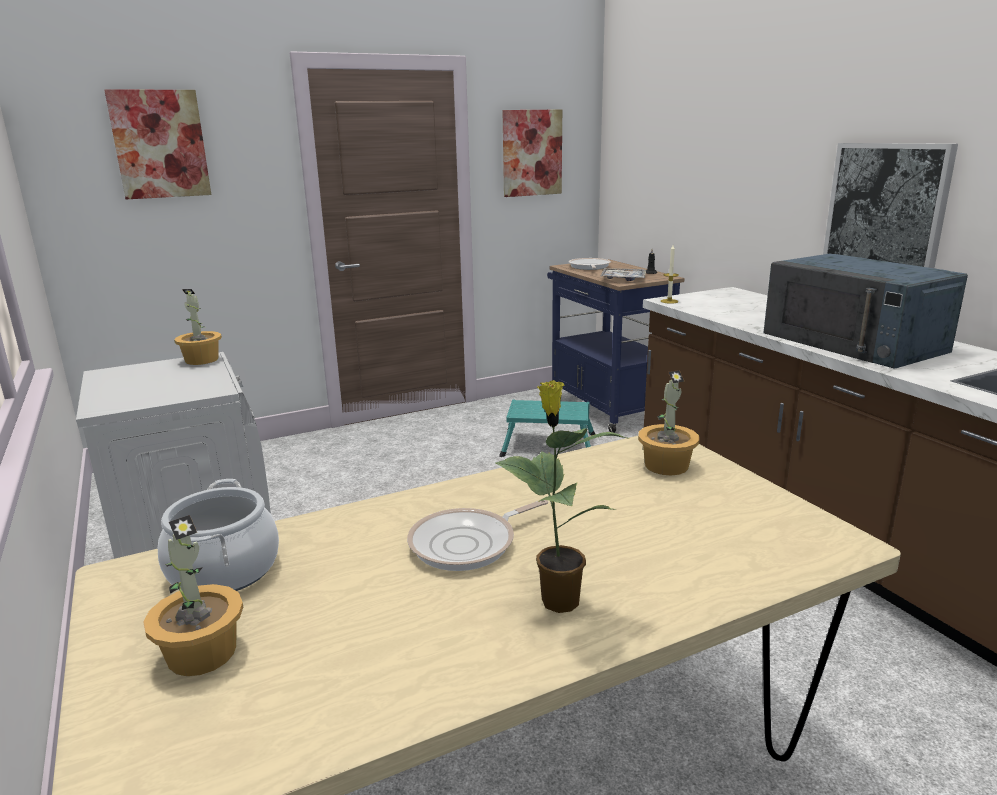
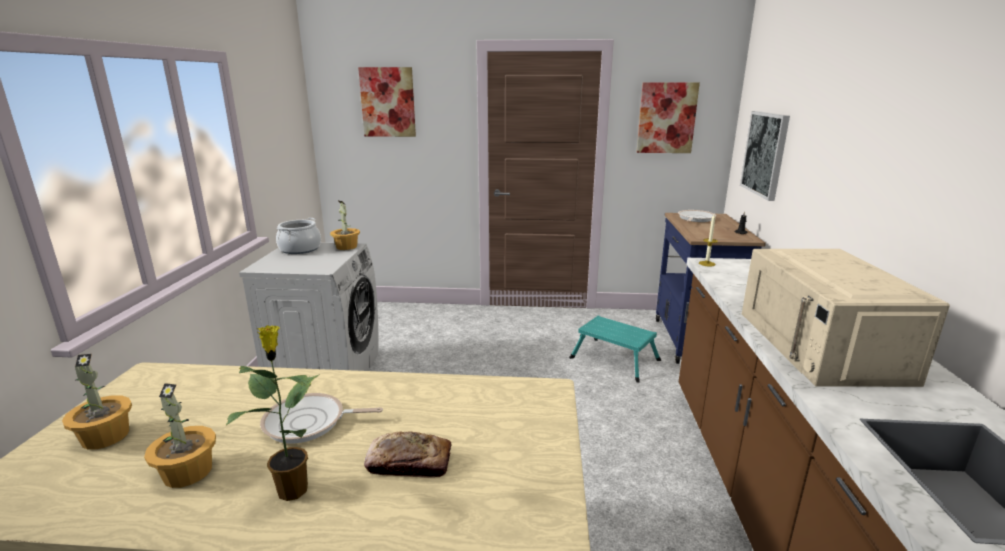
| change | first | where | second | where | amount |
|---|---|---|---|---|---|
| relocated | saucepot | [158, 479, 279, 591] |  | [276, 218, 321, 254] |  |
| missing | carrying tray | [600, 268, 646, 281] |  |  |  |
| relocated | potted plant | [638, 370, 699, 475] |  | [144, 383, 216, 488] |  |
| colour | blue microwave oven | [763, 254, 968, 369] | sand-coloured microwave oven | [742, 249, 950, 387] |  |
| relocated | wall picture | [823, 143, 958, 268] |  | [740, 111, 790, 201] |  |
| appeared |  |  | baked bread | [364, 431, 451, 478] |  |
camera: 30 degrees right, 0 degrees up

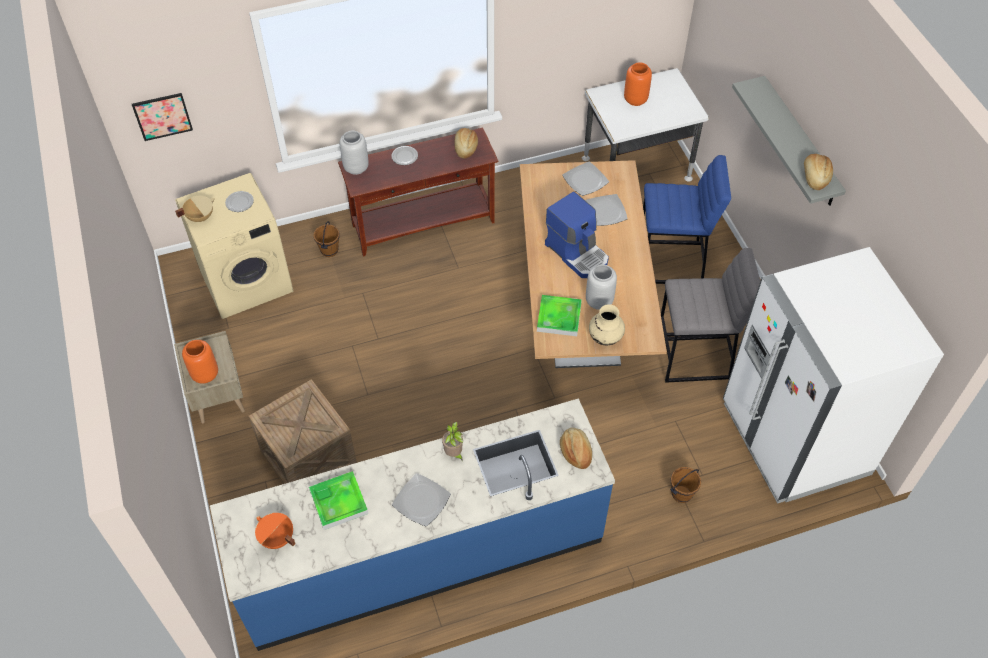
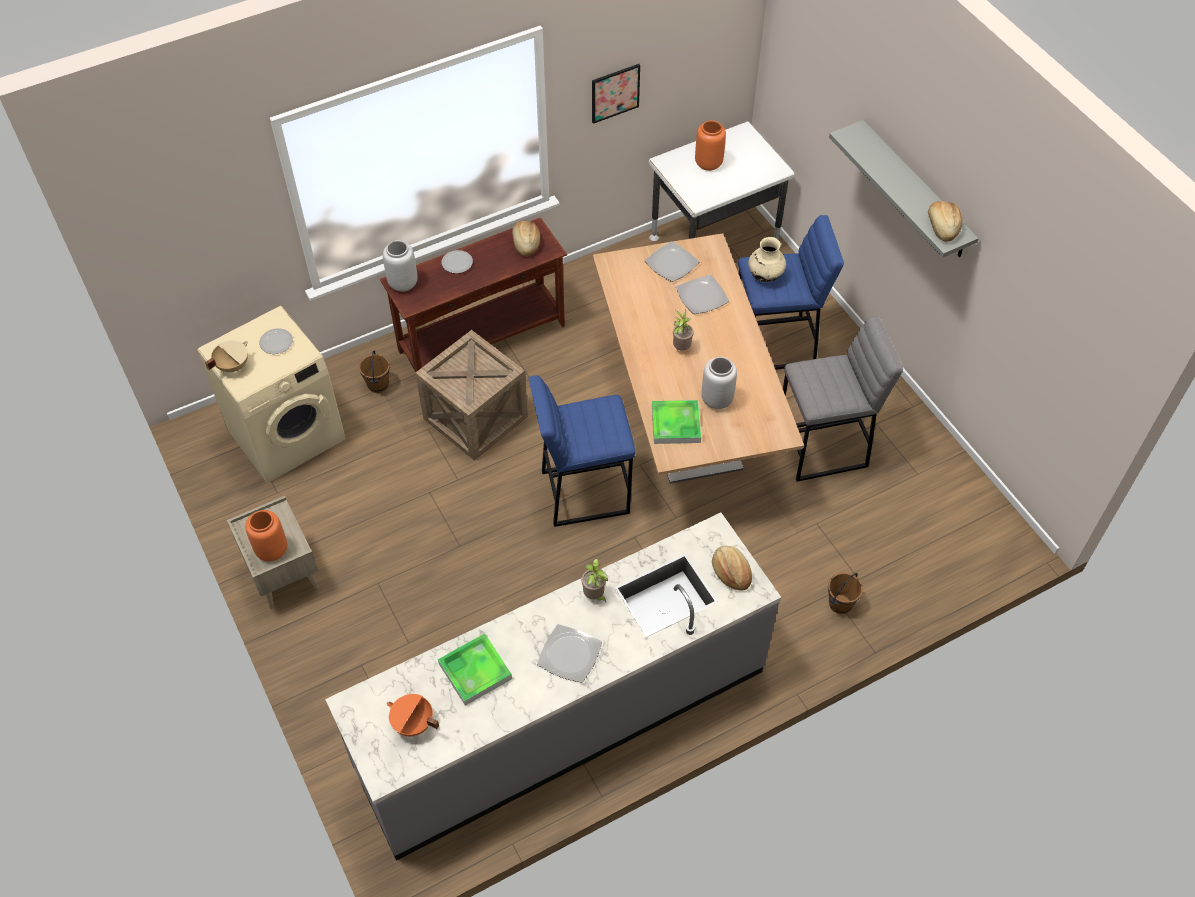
| change | first | where | second | where | amount |
|---|---|---|---|---|---|
| relocated | wall picture | [132, 93, 193, 141] |  | [592, 64, 640, 124] |  |
| colour | blue kitchen base unit | [210, 398, 615, 651] | greyish kitchen base unit | [325, 512, 781, 861] |  |
| relocated | shipping crate | [249, 379, 357, 484] |  | [415, 330, 528, 461] |  |
| exchanged | coffee brewer | [545, 192, 609, 278] | potted plant | [673, 310, 694, 351] |  |
| relocated | sand-coloured flower vase | [589, 304, 625, 346] |  | [748, 237, 786, 282] |  |
| missing | whitish refrigerator | [723, 247, 944, 504] |  |  |  |
| appeared |  |  | blue stool | [528, 375, 635, 527] |  |
camera: 10 degrees left, 0 degrees up

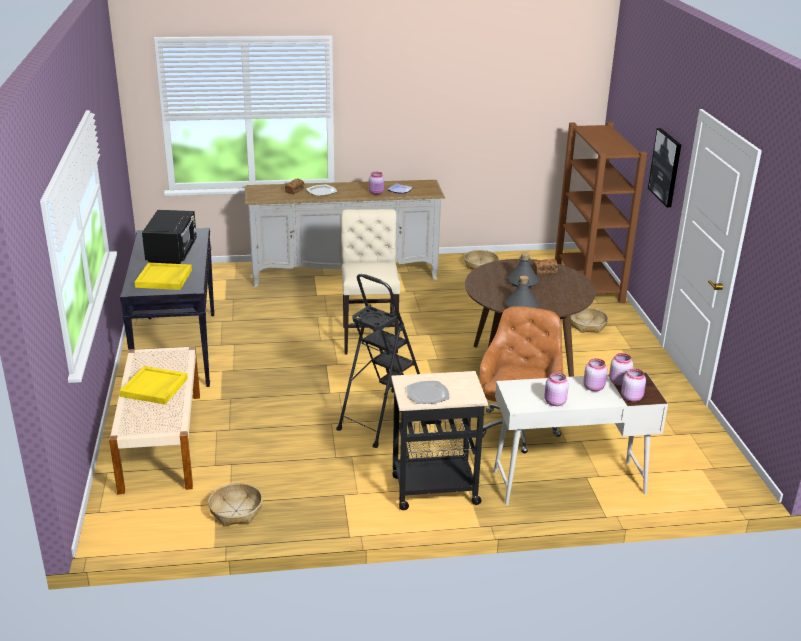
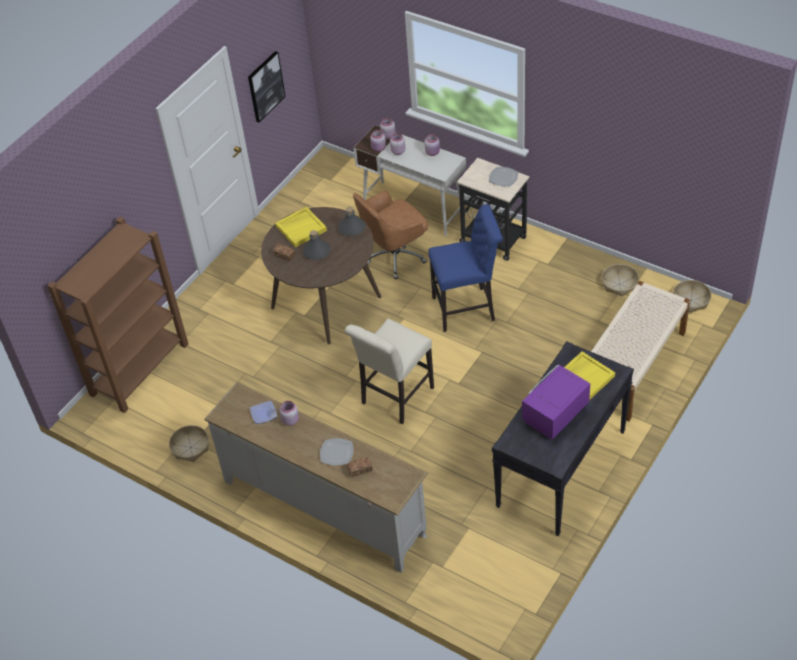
| change | first | where | second | where | amount |
|---|---|---|---|---|---|
| relocated | yellow-coloured carrying tray | [119, 366, 188, 405] |  | [275, 207, 327, 247] |  |
| colour | black microwave oven | [142, 210, 197, 264] | purple-coloured microwave oven | [522, 365, 590, 439] |  |
| exchanged | step ladder | [336, 274, 420, 448] | blue stool | [428, 204, 503, 332] |  |
| relocated | storage basket | [570, 307, 608, 333] |  | [673, 280, 711, 313] |  |
| relocated | wall picture | [648, 128, 681, 207] |  | [248, 51, 286, 122] |  |
camera: 135 degrees left, 20 degrees up

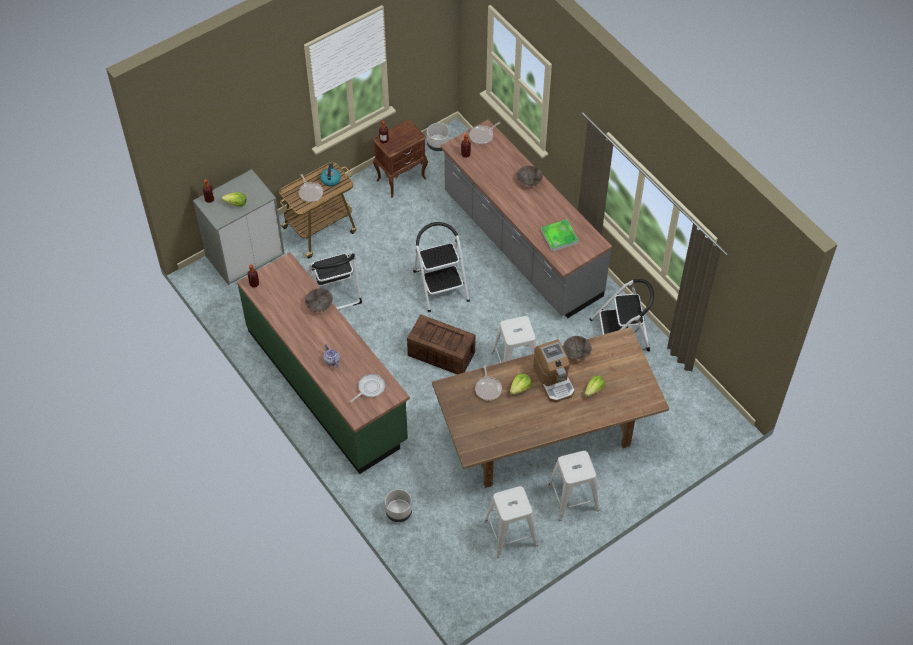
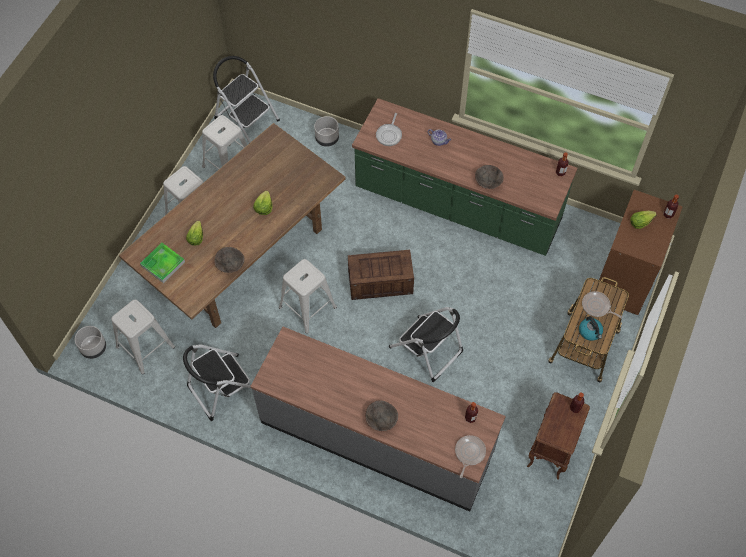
| change | first | where | second | where | amount |
|---|---|---|---|---|---|
| colour | greyish storage cabinet | [193, 169, 285, 285] | brownish storage cabinet | [596, 190, 683, 315] |  |
| relocated | step ladder | [307, 251, 362, 310] |  | [213, 56, 280, 143] |  |
| relocated | greyish flower pot | [427, 123, 450, 151] |  | [75, 326, 106, 359] |  |
| missing | frying pan | [475, 365, 502, 401] |  |  |  |
| missing | coffee brewer | [533, 339, 575, 403] |  |  |  |
| relocated | carrying tray | [541, 219, 578, 252] |  | [140, 243, 185, 283] |  |
| appeared |  |  | whitish stool | [111, 300, 175, 374] |  |
camera: 150 degrees right, 5 degrees up

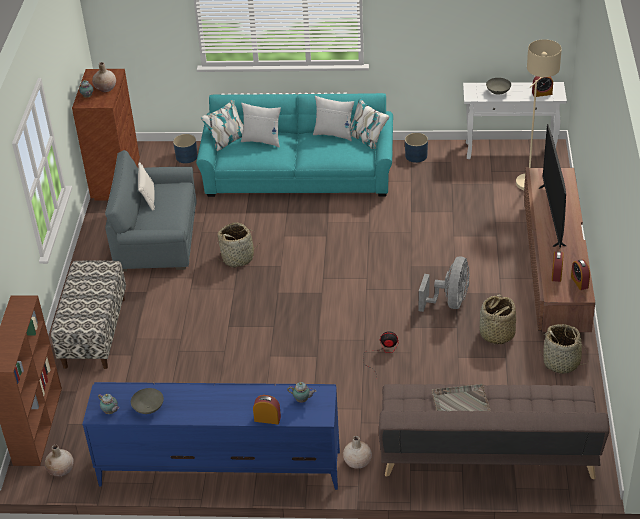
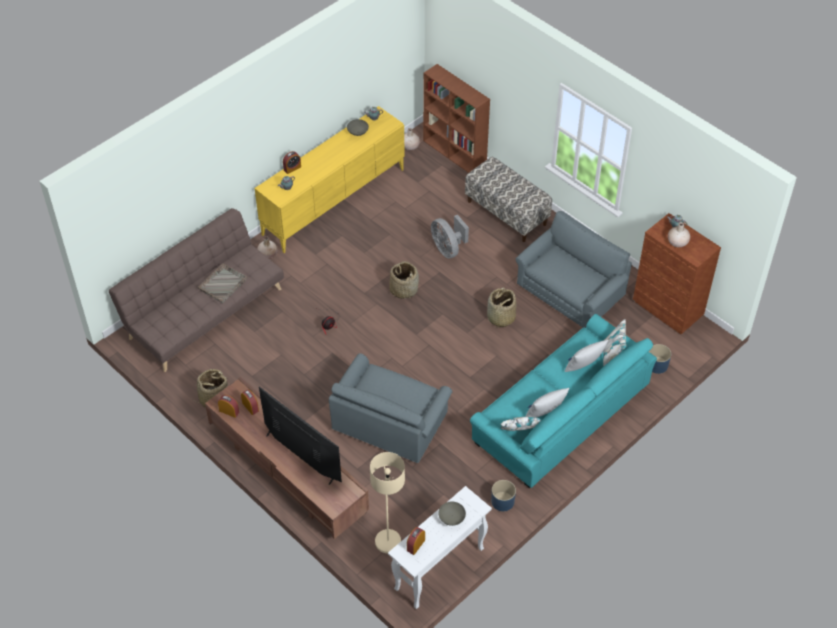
| change | first | where | second | where | amount |
|---|---|---|---|---|---|
| colour | blue storage cabinet | [82, 382, 340, 490] | yellow-coloured storage cabinet | [254, 106, 405, 253] |  |
| missing | whitish throw pillow | [138, 162, 155, 211] |  |  |  |
| relocated | greyish fan | [419, 256, 469, 312] |  | [431, 215, 469, 259] |  |
| relocated | storage basket | [480, 294, 516, 345] |  | [389, 261, 419, 299] |  |
| appeared |  |  | greyish lounge chair | [329, 353, 452, 463] |  |
camera: 130 degrees right, 10 degrees up

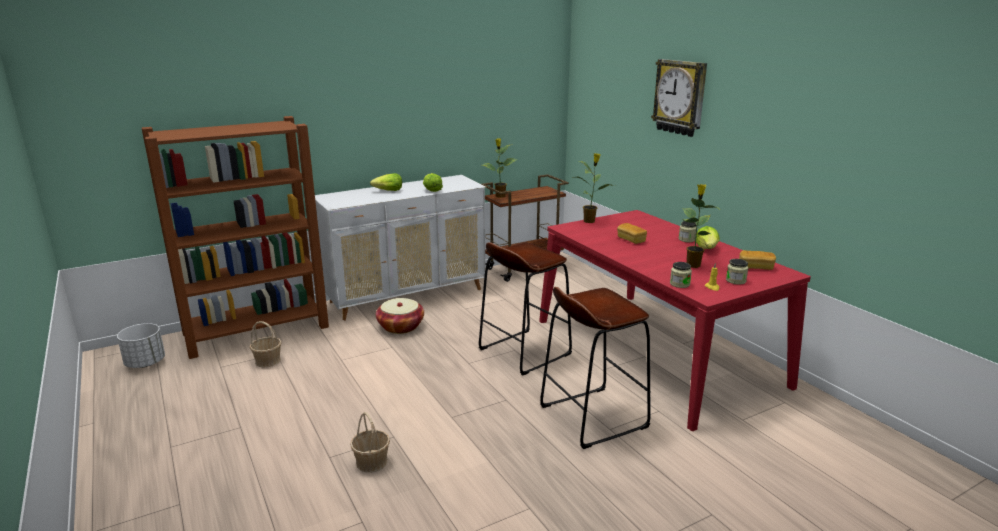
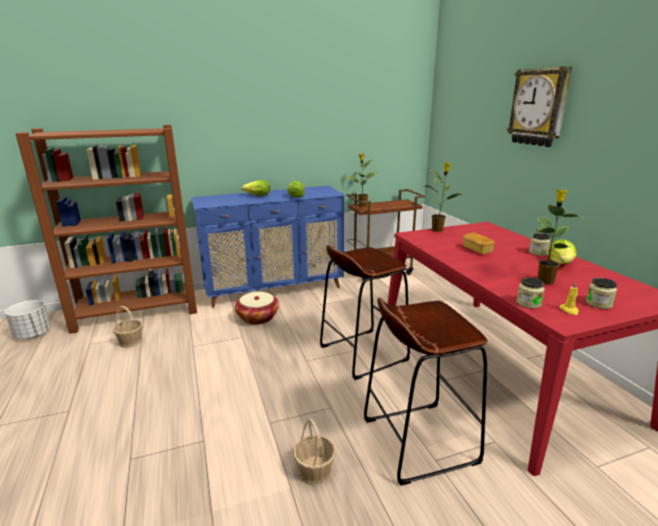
| change | first | where | second | where | amount |
|---|---|---|---|---|---|
| colour | whitish storage cabinet | [315, 175, 485, 321] | blue storage cabinet | [191, 186, 346, 308] |  |
| relocated | storage basket | [350, 412, 390, 472] |  | [293, 419, 336, 486] |  |
| missing | baked bread | [739, 250, 776, 270] |  |  |  |
camera: 10 degrees right, 0 degrees up

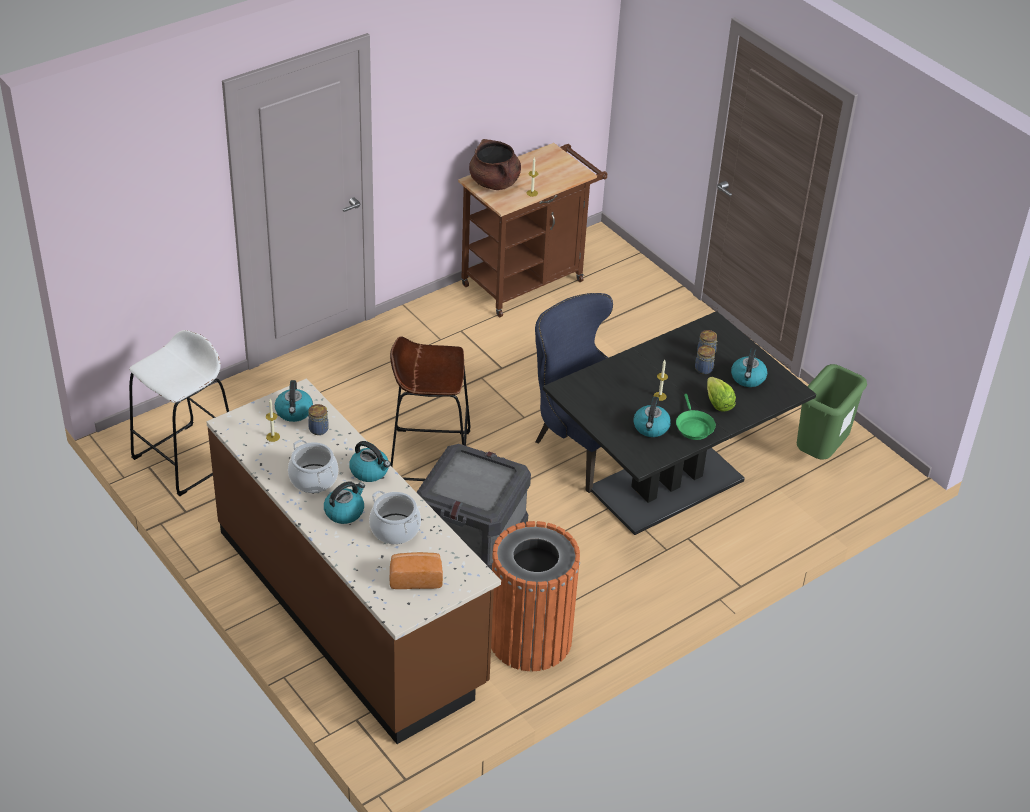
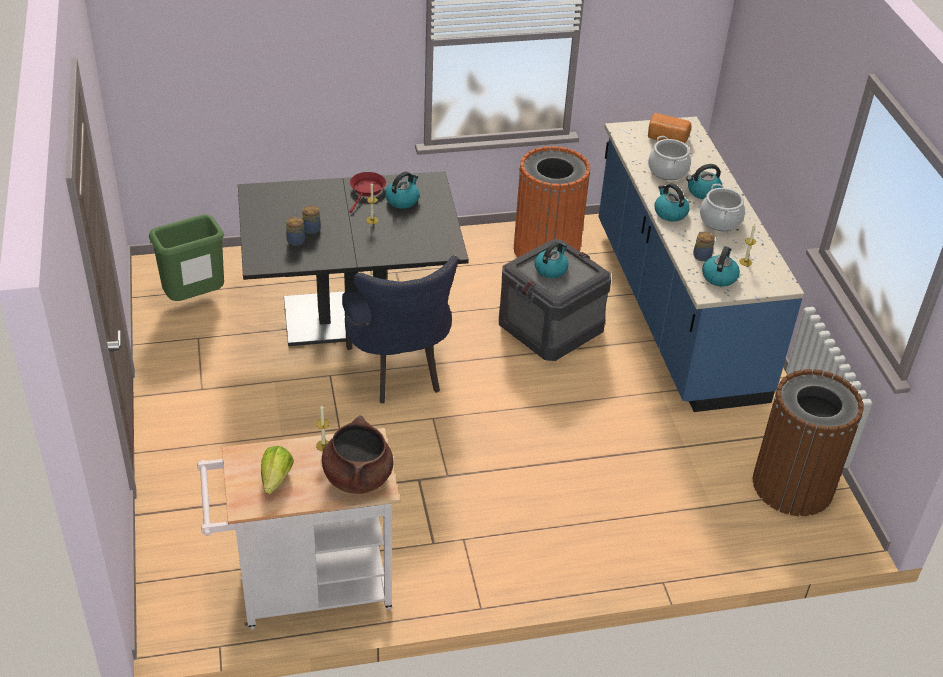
| change | first | where | second | where | amount |
|---|---|---|---|---|---|
| exchanged | whitish stool | [129, 330, 229, 496] | brownish trash can | [753, 369, 864, 516] |  |
| colour | brownish kitchen base unit | [207, 379, 501, 744] | blue kitchen base unit | [599, 116, 804, 412] |  |
| missing | brownish stool | [390, 337, 471, 481] |  |  |  |
| colour | brownish cart | [458, 143, 607, 317] | whitish cart | [197, 428, 400, 630] |  |
| colour | green-coloured frying pan | [676, 394, 716, 440] | reddish frying pan | [349, 172, 386, 213] |  |
| relocated | head of lettuce | [707, 377, 736, 412] |  | [261, 446, 294, 494] |  |
| relocated | tea kettle | [731, 348, 767, 387] |  | [535, 242, 569, 278] |  |
camera: 155 degrees left, 0 degrees up

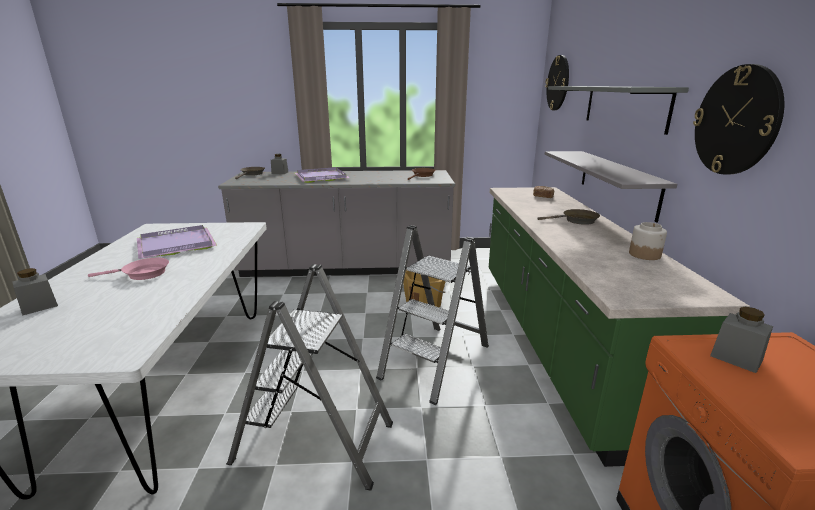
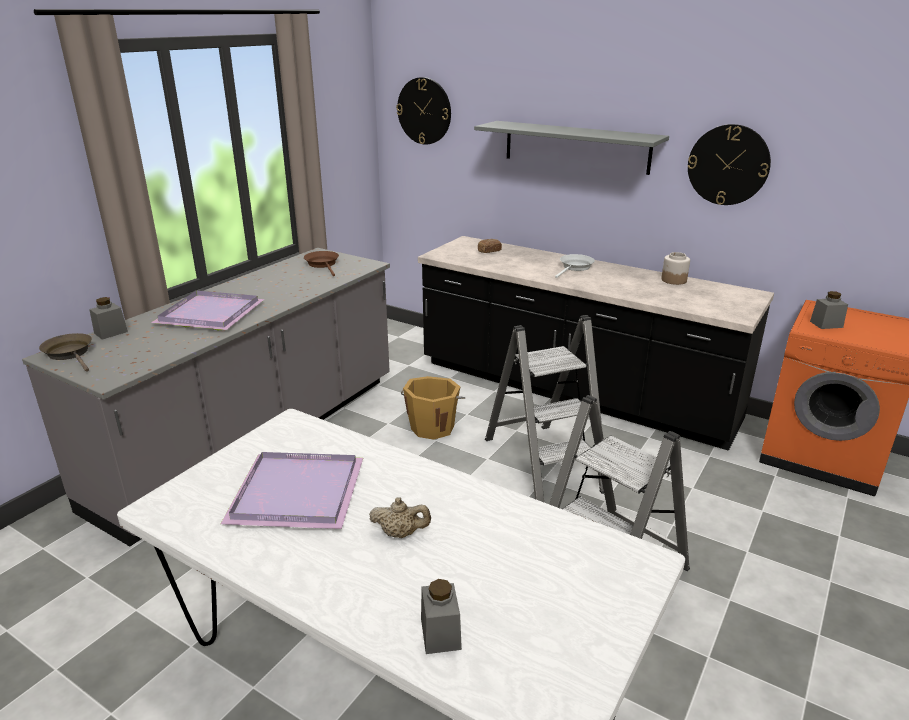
| change | first | where | second | where | amount |
|---|---|---|---|---|---|
| exchanged | pinkish frying pan | [88, 258, 169, 280] | sand-coloured pot for tea | [369, 498, 431, 538] |  |
| colour | green-coloured kitchen base unit | [489, 187, 750, 467] | black kitchen base unit | [418, 236, 774, 451] |  |
| colour | brownish frying pan | [538, 209, 600, 225] | whitish frying pan | [555, 254, 595, 278] |  |
| missing | greyish wall shelf | [545, 151, 677, 223] |  |  |  |
camera: 55 degrees left, 5 degrees up

